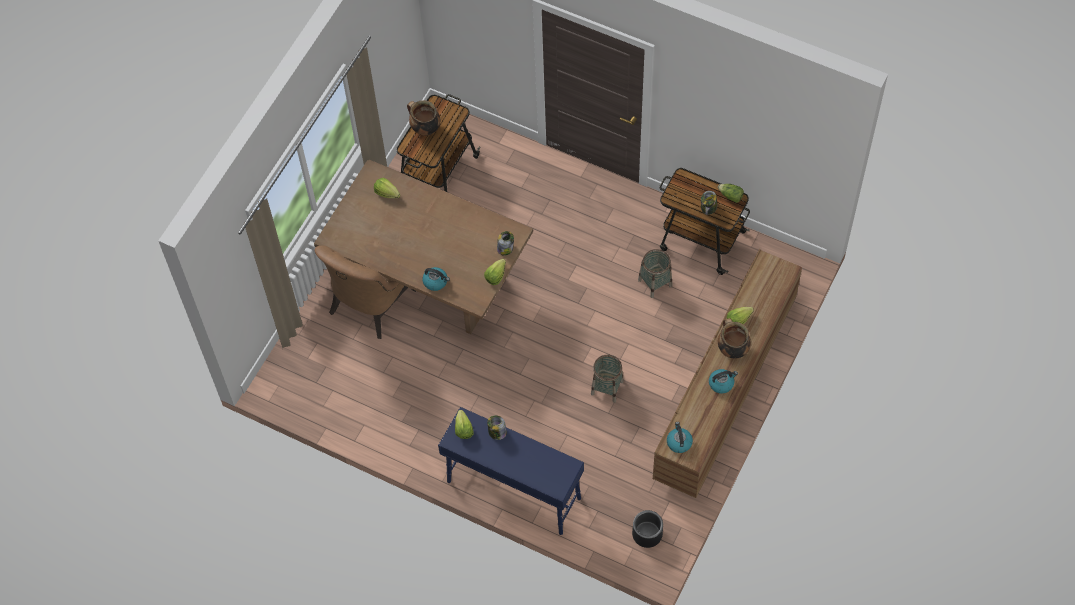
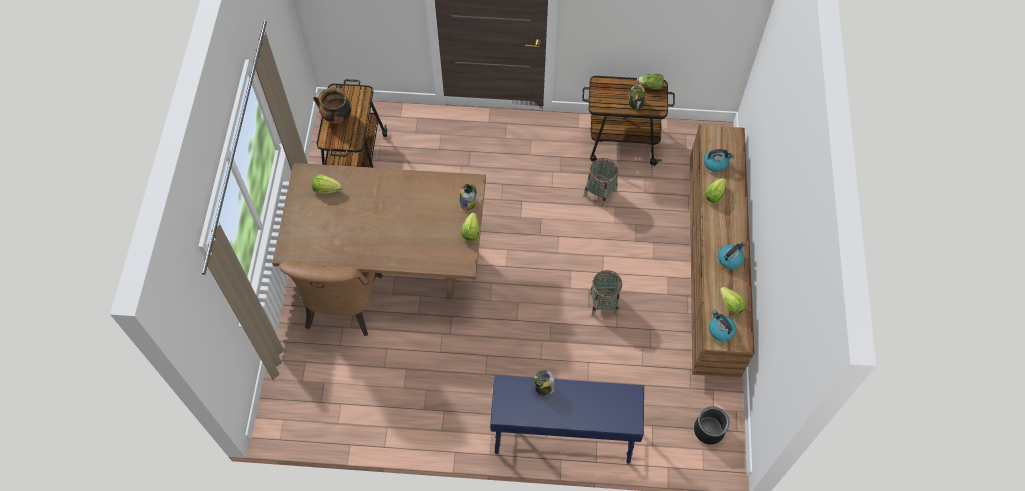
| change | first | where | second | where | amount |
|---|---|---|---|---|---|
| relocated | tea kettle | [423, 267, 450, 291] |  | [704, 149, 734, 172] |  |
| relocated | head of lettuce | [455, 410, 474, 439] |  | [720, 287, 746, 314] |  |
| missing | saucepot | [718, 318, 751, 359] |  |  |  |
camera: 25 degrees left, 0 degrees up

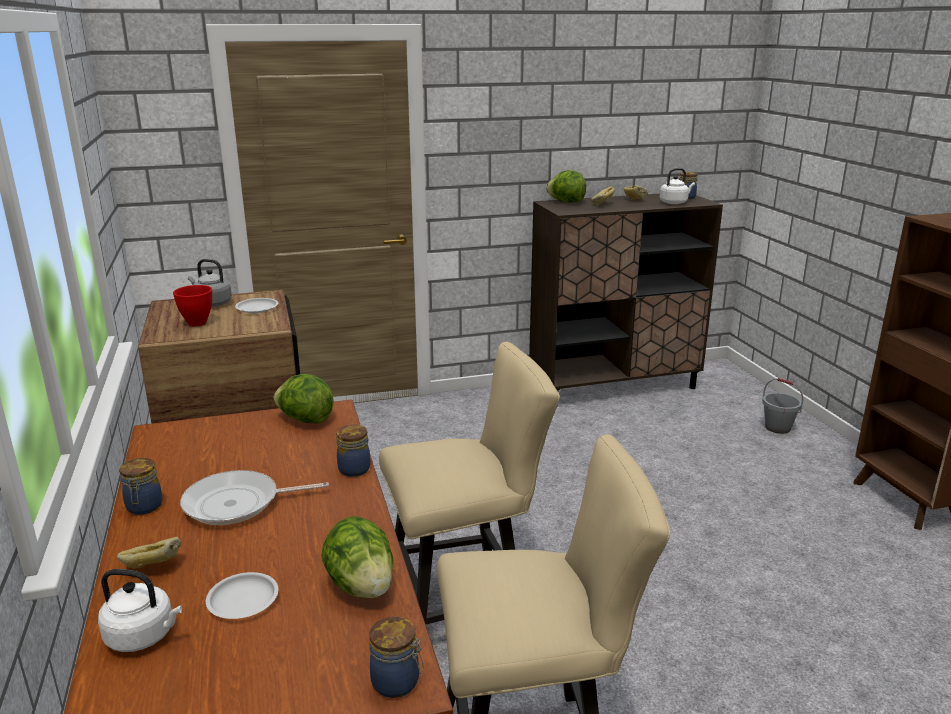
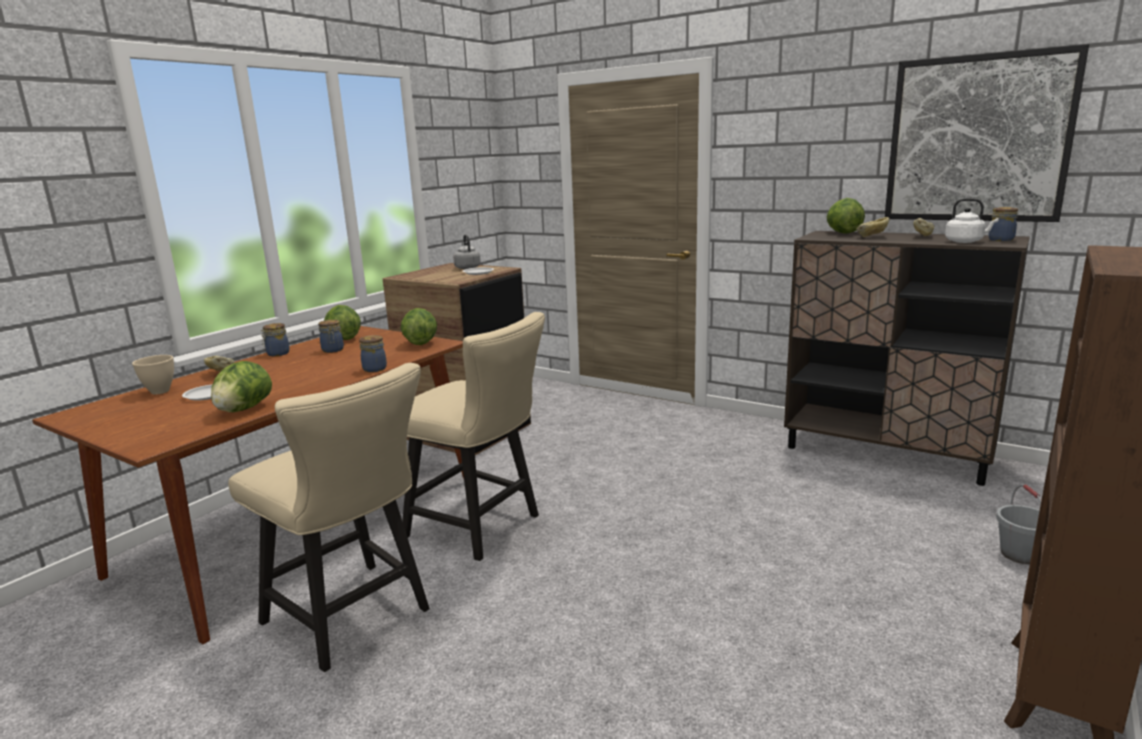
| change | first | where | second | where | amount |
|---|---|---|---|---|---|
| exchanged | whitish tea kettle | [98, 569, 182, 652] | sand-coloured serving bowl | [132, 355, 174, 395] |  |
| missing | reddish serving bowl | [173, 285, 212, 327] |  |  |  |
| missing | frying pan | [180, 470, 329, 525] |  |  |  |
| relocated | preserve jar | [370, 616, 423, 698] |  | [318, 320, 344, 353] |  |
| appeared |  |  | head of lettuce | [324, 305, 361, 340] |  |
| appeared |  |  | wall picture | [885, 44, 1089, 222] |  |
camera: 50 degrees right, 5 degrees down

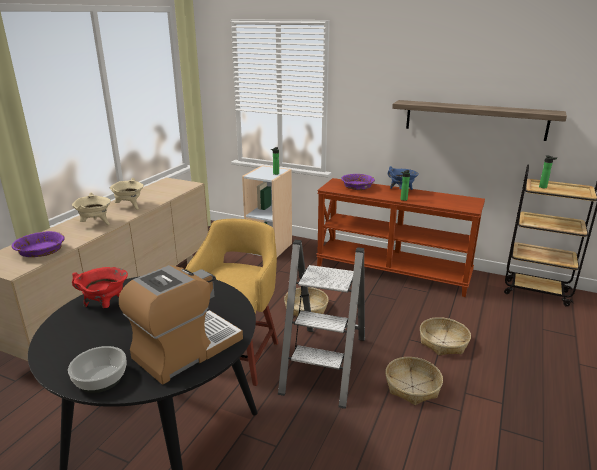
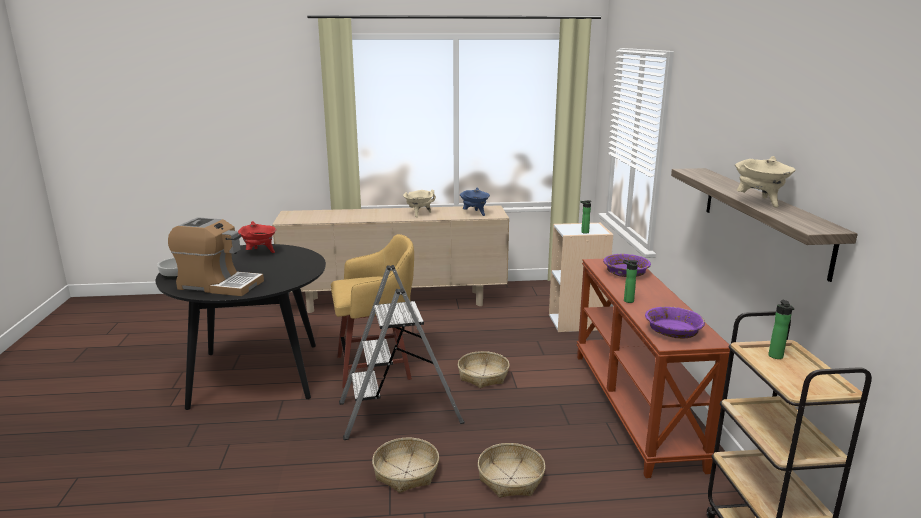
| change | first | where | second | where | amount |
|---|---|---|---|---|---|
| relocated | purple-coloured serving bowl | [11, 231, 65, 257] |  | [645, 306, 705, 338] |  |
| relocated | sand-coloured saucepot | [72, 192, 111, 225] |  | [735, 156, 796, 208] |  |
| relocated | blue saucepot | [388, 166, 419, 190] |  | [460, 188, 490, 216] |  |
camera: 60 degrees right, 5 degrees down

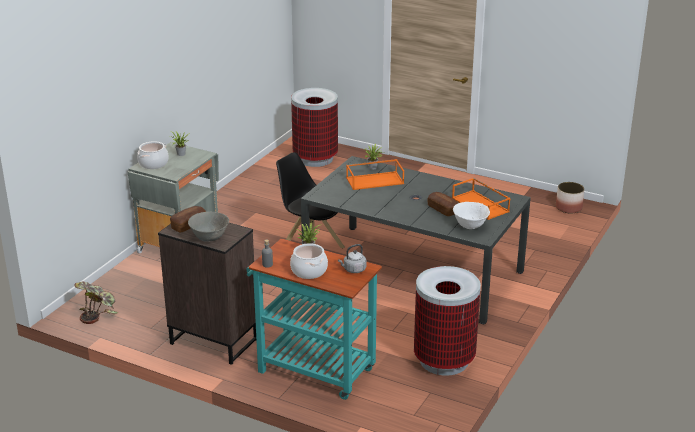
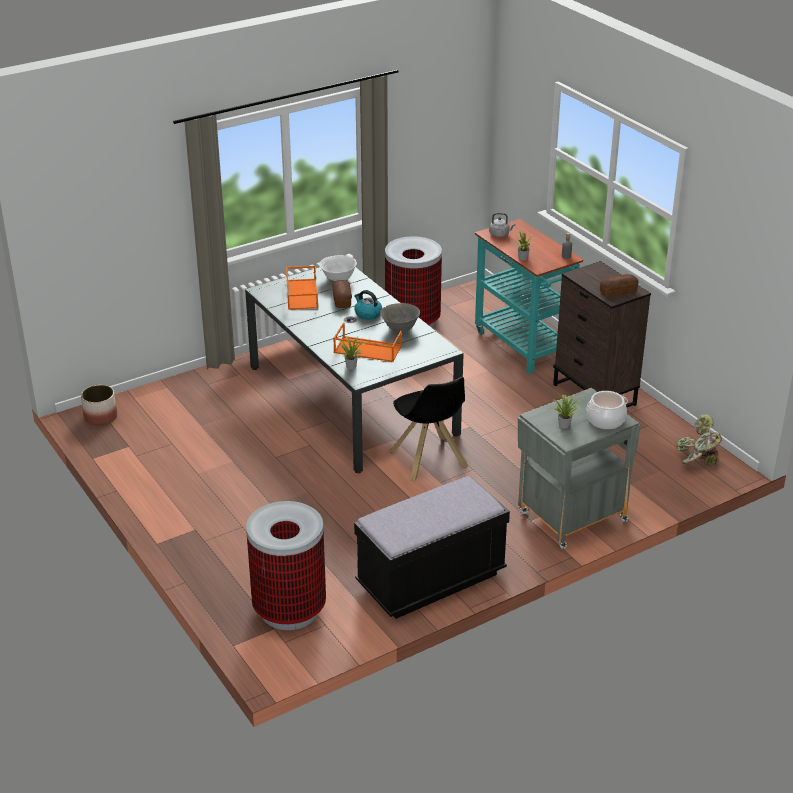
| change | first | where | second | where | amount |
|---|---|---|---|---|---|
| relocated | greyish serving bowl | [188, 212, 229, 242] |  | [380, 303, 420, 332] |  |
| missing | saucepot | [290, 243, 328, 279] |  |  |  |
| appeared |  |  | tea kettle | [354, 290, 382, 320] |  |
| appeared |  |  | black long seat | [354, 476, 510, 619] |  |
camera: 150 degrees left, 5 degrees up

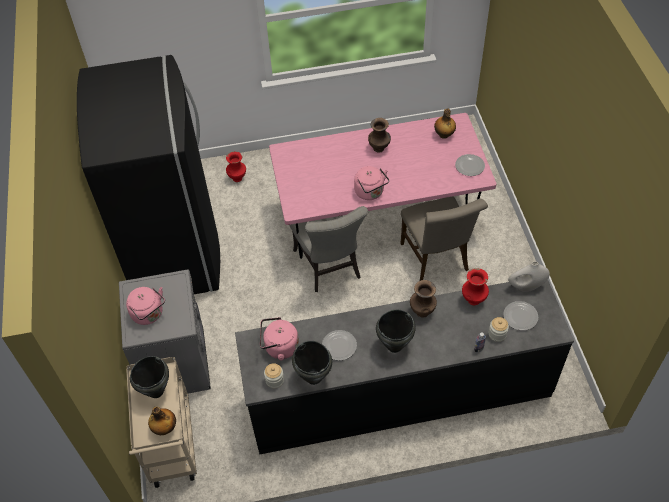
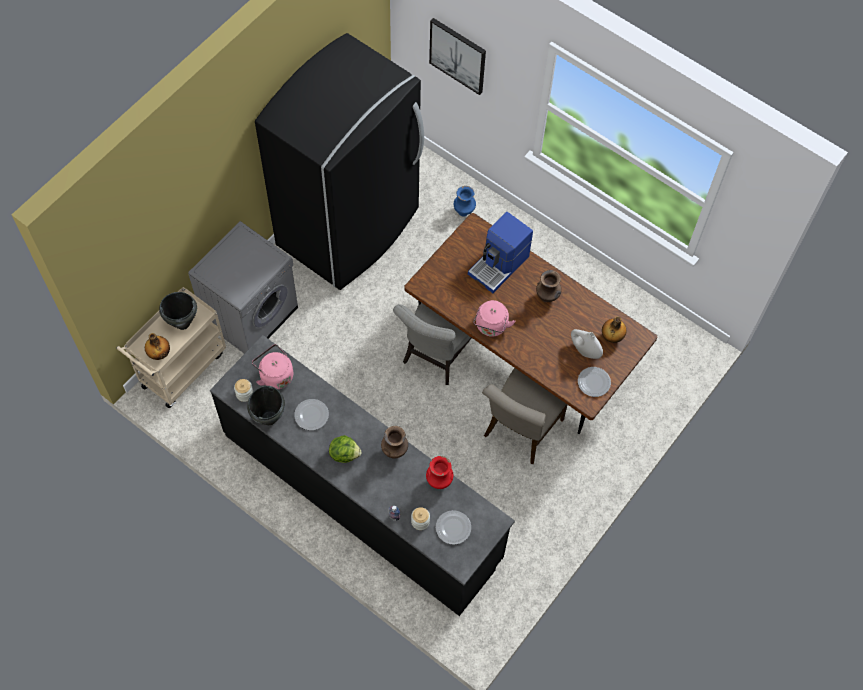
| change | first | where | second | where | amount |
|---|---|---|---|---|---|
| missing | pinkish tea kettle | [126, 287, 165, 325] |  |  |  |
| colour | reddish flower vase | [226, 151, 246, 182] | blue flower vase | [454, 186, 476, 217] |  |
| colour | pinkish dining table | [269, 113, 496, 259] | brownish dining table | [405, 213, 657, 434] |  |
| exchanged | black saucepot | [376, 310, 416, 353] | head of lettuce | [329, 435, 361, 463] |  |
| relocated | whitish flower vase | [508, 262, 550, 292] |  | [571, 329, 603, 359] |  |
| appeared |  |  | wall picture | [429, 18, 486, 95] |  |
| appeared |  |  | coffee brewer | [468, 212, 533, 293] |  |
camera: 45 degrees right, 10 degrees up

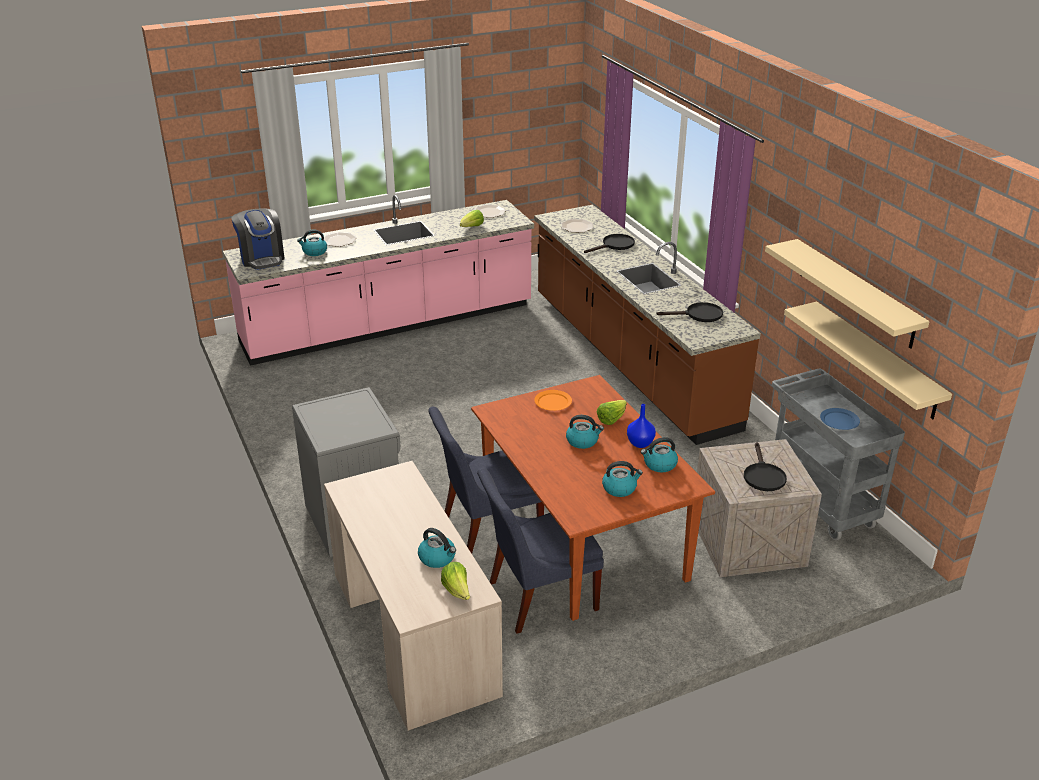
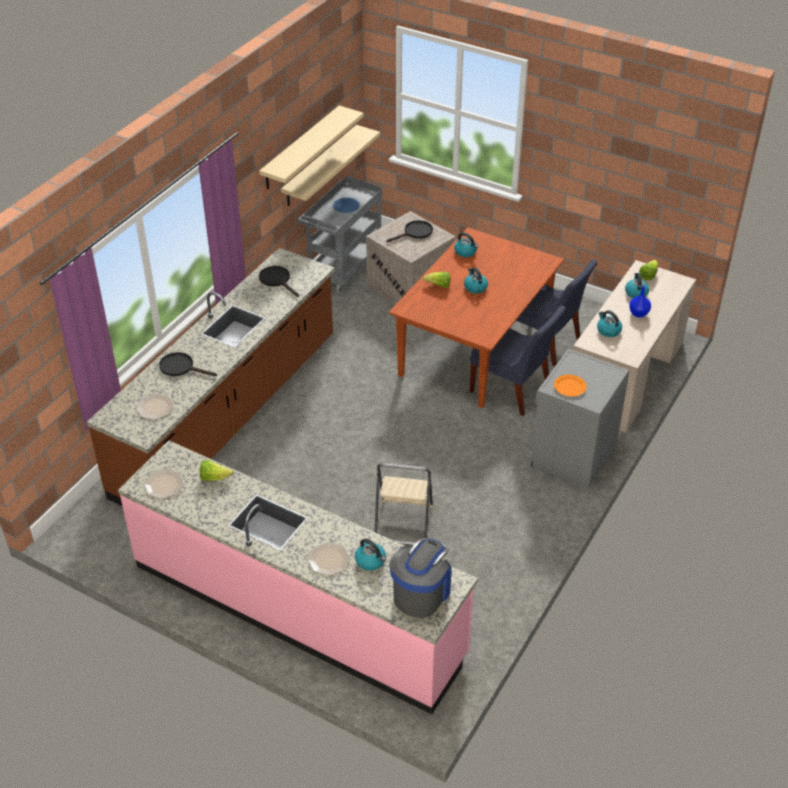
| change | first | where | second | where | amount |
|---|---|---|---|---|---|
| relocated | orangey flat dish | [534, 390, 572, 411] |  | [554, 375, 587, 396] |  |
| relocated | tea kettle | [602, 461, 643, 497] |  | [597, 310, 622, 337] |  |
| relocated | blue flower vase | [627, 404, 656, 448] |  | [629, 285, 651, 318] |  |
| appeared |  |  | sand-coloured step ladder | [375, 463, 434, 546] |  |
camera: 125 degrees left, 10 degrees up

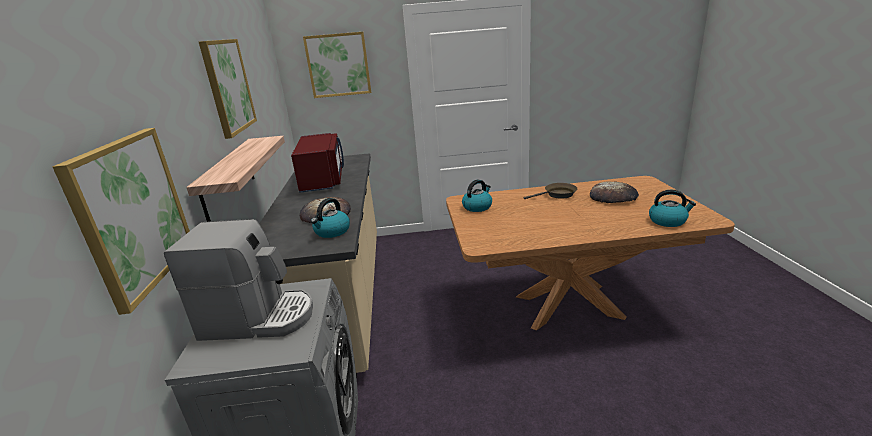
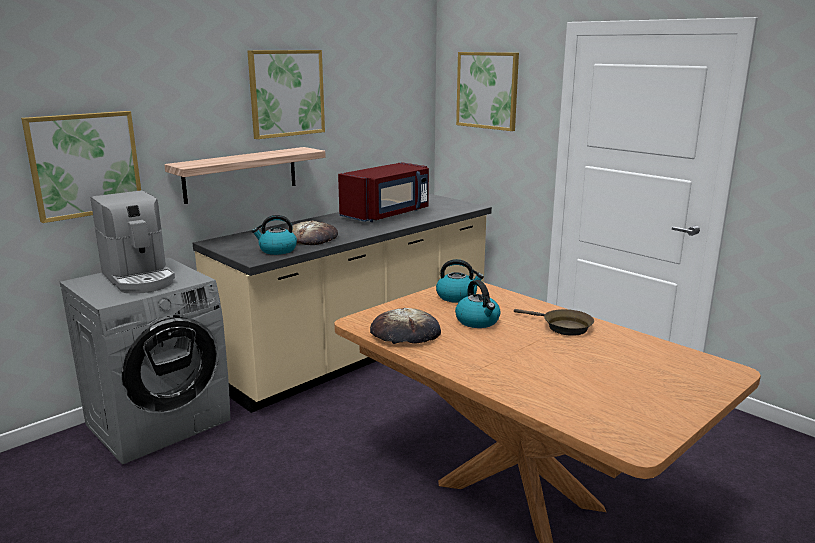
| change | first | where | second | where | amount |
|---|---|---|---|---|---|
| relocated | baked bread | [590, 181, 639, 203] |  | [370, 308, 441, 344] |  |
| relocated | tea kettle | [649, 190, 696, 227] |  | [455, 280, 501, 328] |  |
camera: 50 degrees right, 5 degrees down

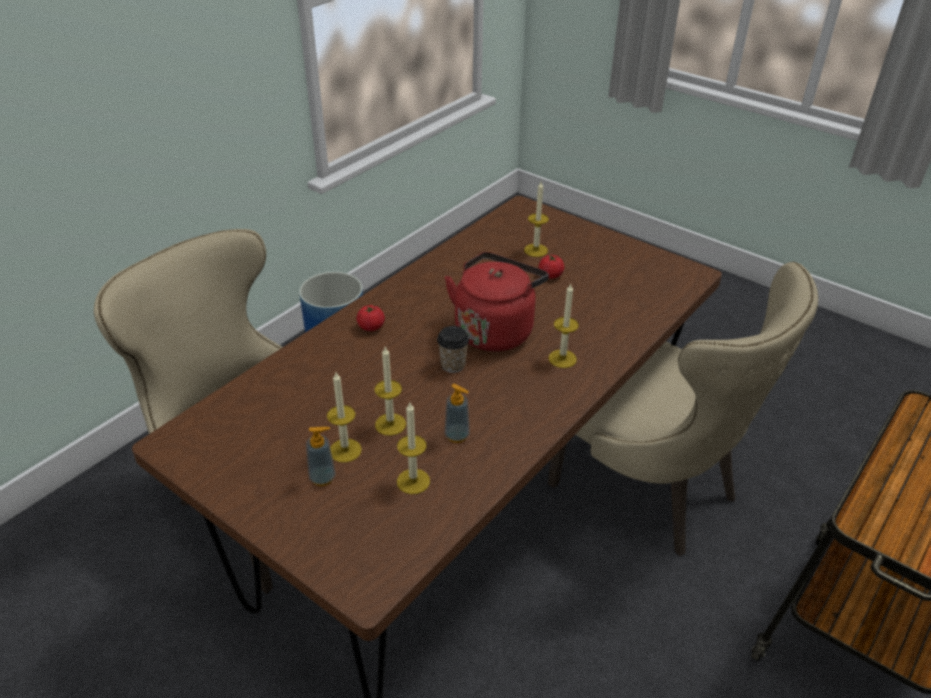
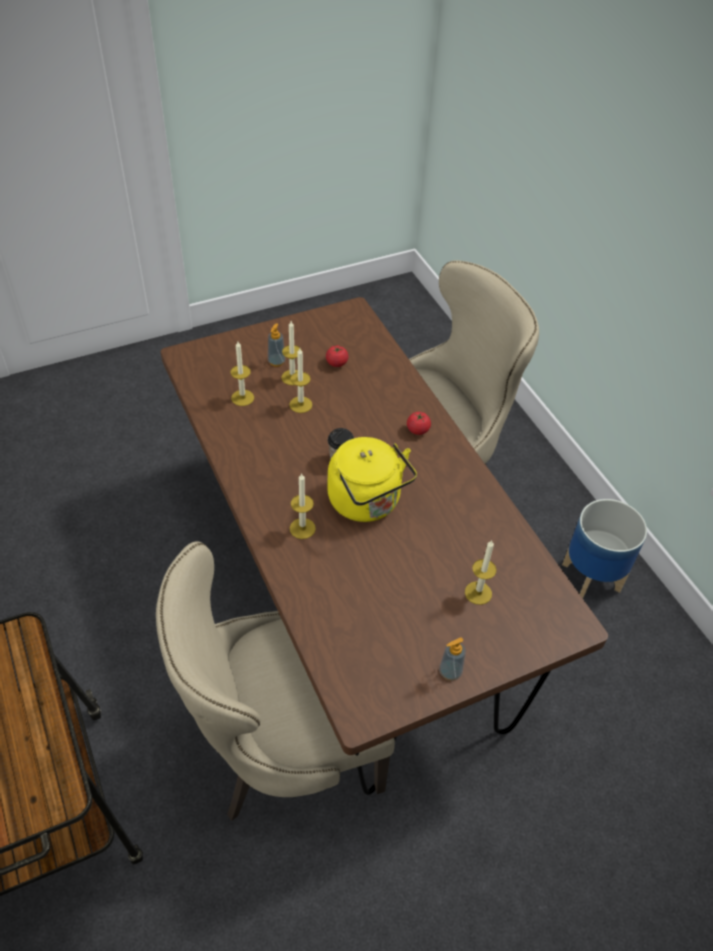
| change | first | where | second | where | amount |
|---|---|---|---|---|---|
| relocated | soap dispenser | [444, 384, 470, 443] |  | [439, 637, 466, 681] |  |
| colour | reddish tea kettle | [445, 252, 549, 352] | yellow-coloured tea kettle | [327, 437, 417, 522] |  |
| relocated | fresh tomato | [539, 254, 564, 279] |  | [326, 345, 348, 367] |  |
camera: 115 degrees right, 10 degrees up

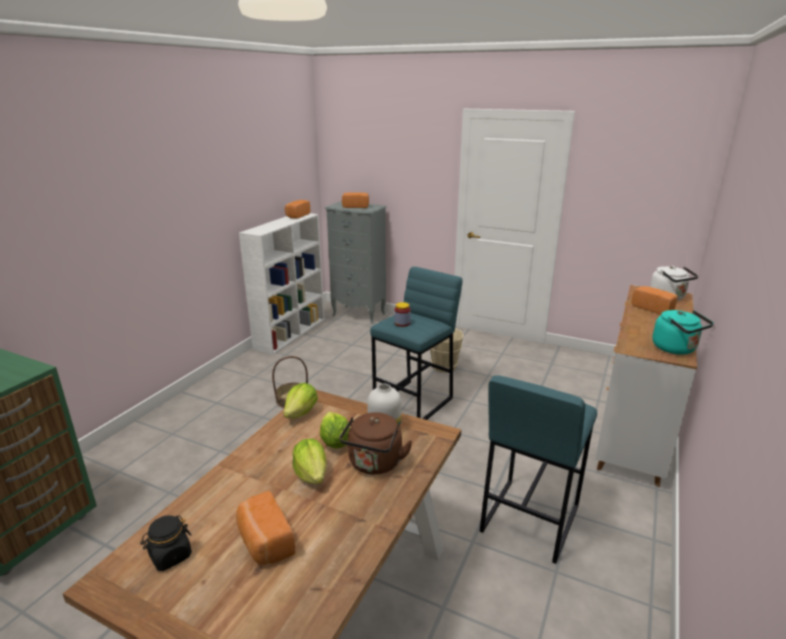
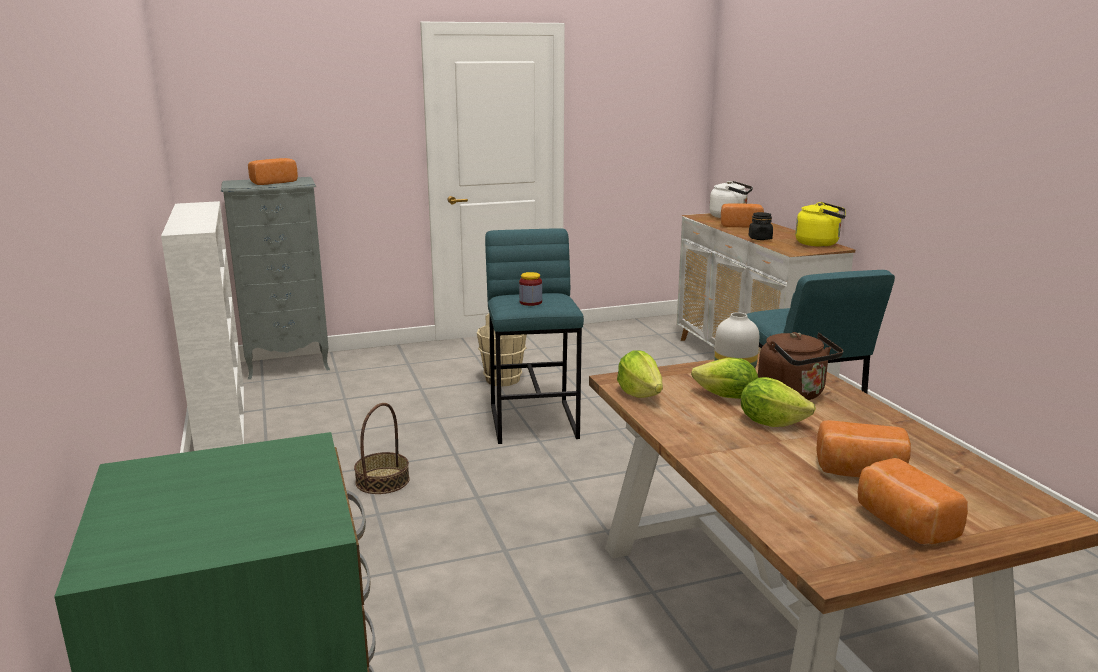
| change | first | where | second | where | amount |
|---|---|---|---|---|---|
| relocated | black preserve jar | [140, 515, 192, 571] |  | [749, 212, 773, 240] |  |
| relocated | baked bread | [285, 200, 310, 219] |  | [858, 458, 968, 544] |  |
| colour | blue-green tea kettle | [653, 310, 714, 355] | yellow-coloured tea kettle | [795, 202, 846, 247] |  |
camera: 45 degrees left, 5 degrees down

